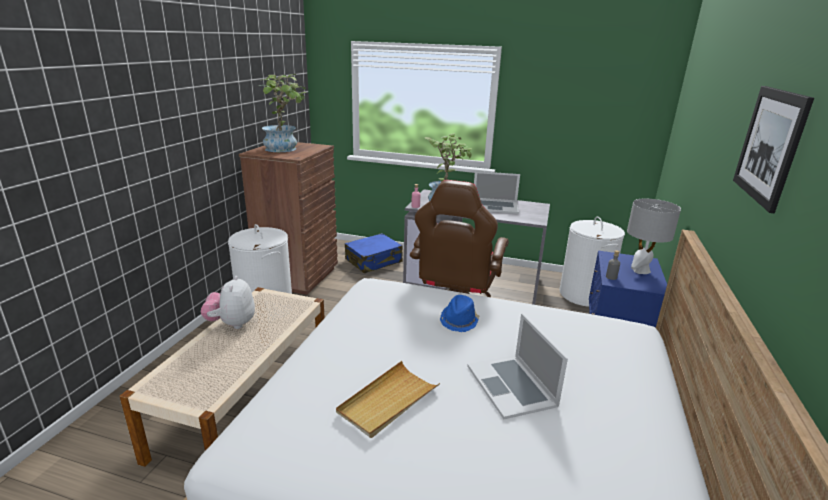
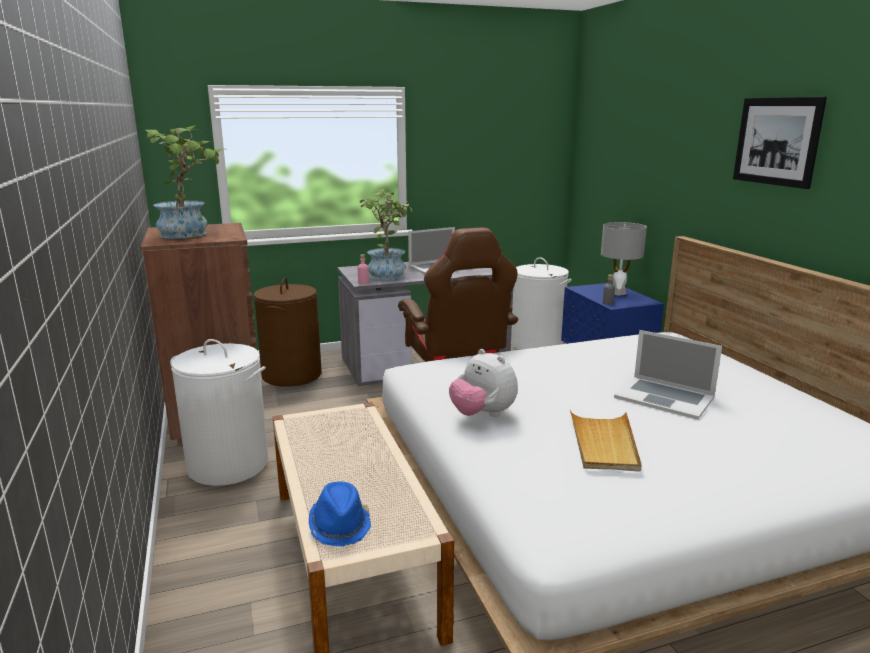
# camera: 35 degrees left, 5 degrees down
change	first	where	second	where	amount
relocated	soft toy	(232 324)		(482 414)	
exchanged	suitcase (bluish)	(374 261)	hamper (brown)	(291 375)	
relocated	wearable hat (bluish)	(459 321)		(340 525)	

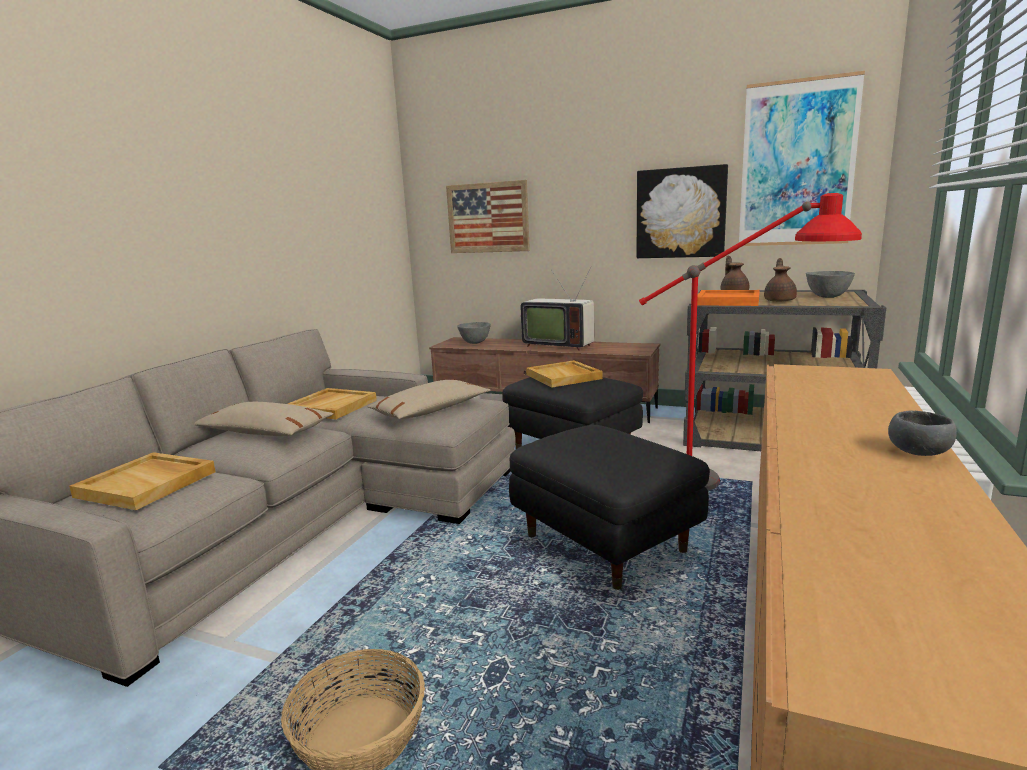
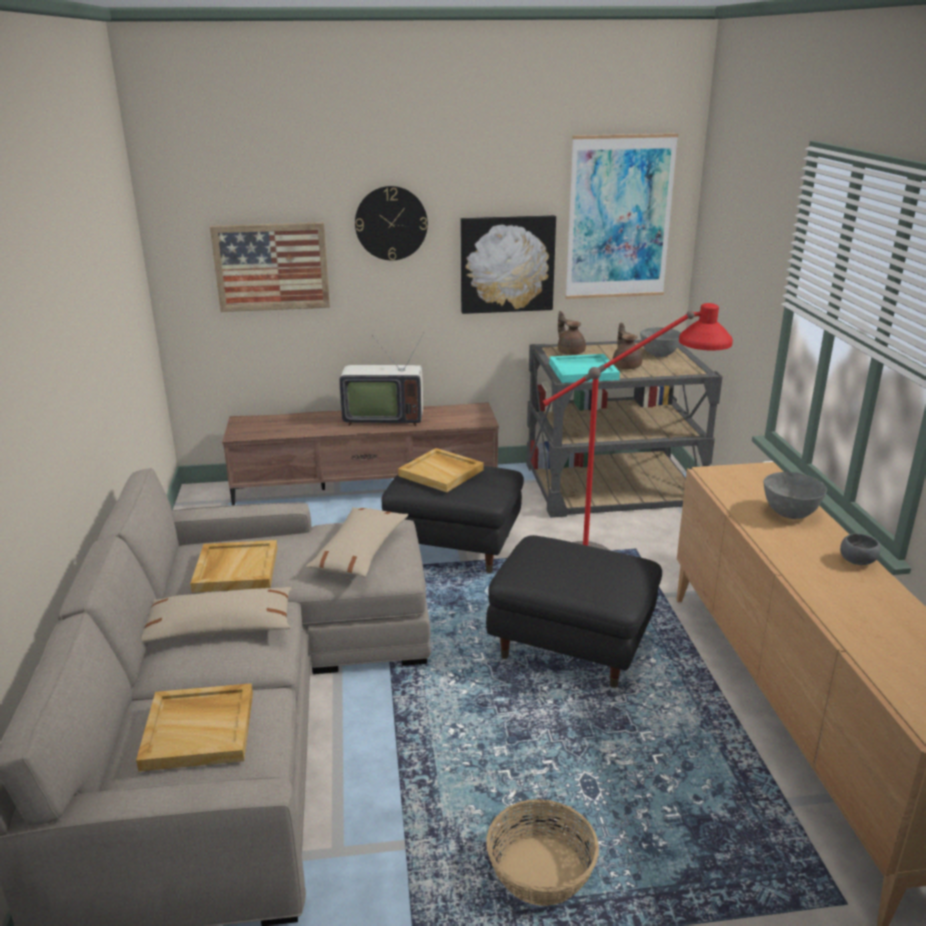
# camera: 30 degrees left, 10 degrees up
change	first	where	second	where	amount
relocated	bowl (gray)	(475 342)		(790 514)	
colour	serving tray (orange-coloured)	(728 301)	serving tray (turquoise-coloured)	(583 371)	
appeared			hanging clock	(391 223)	

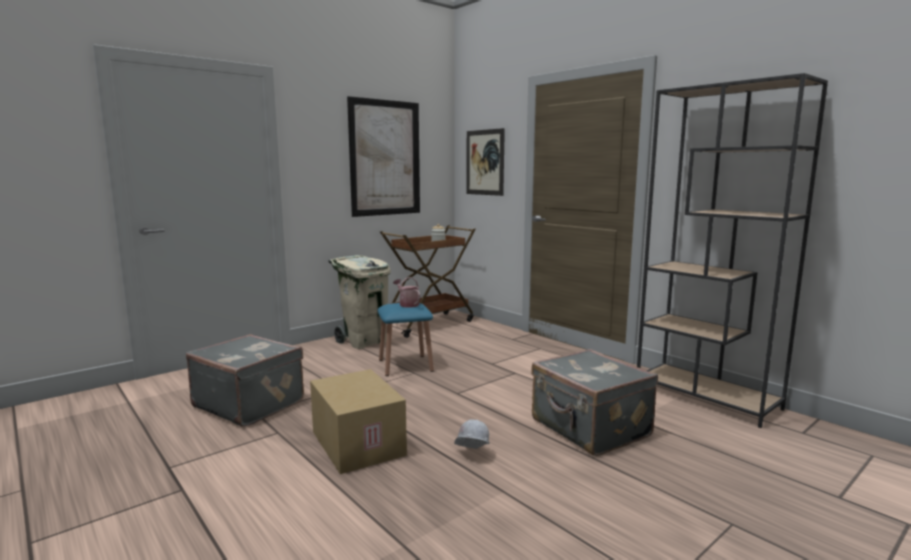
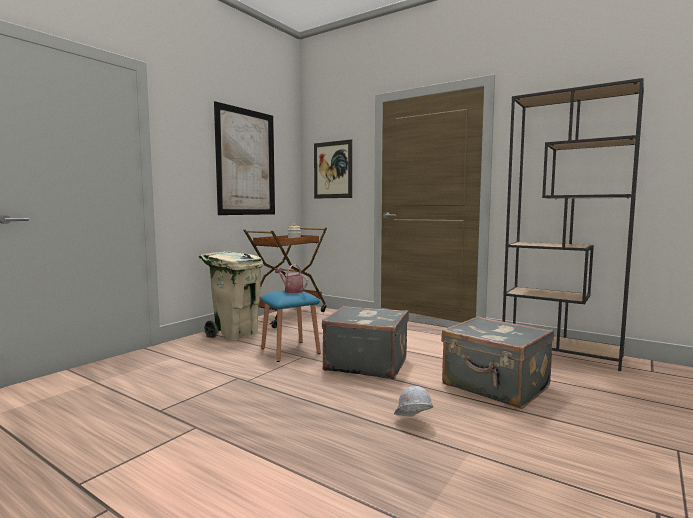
# camera: 15 degrees left, 5 degrees down
change	first	where	second	where	amount
relocated	suitcase (gray)	(250 404)		(366 364)	
missing	packing box	(356 443)			

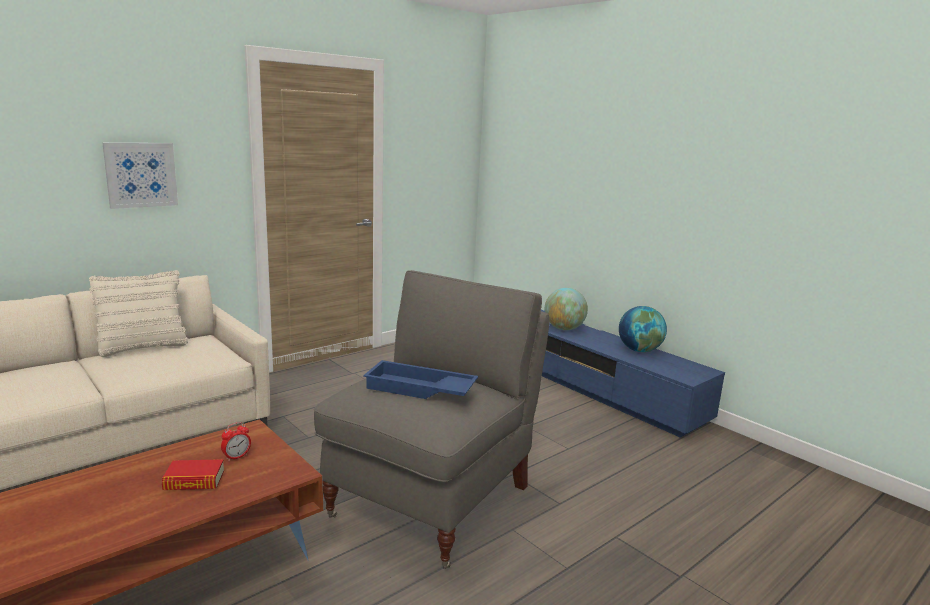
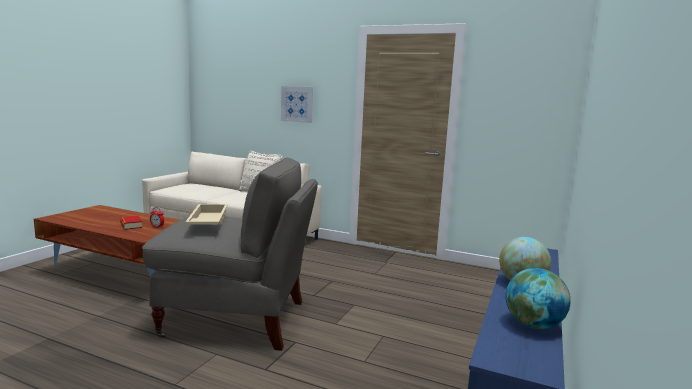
# camera: 65 degrees right, 5 degrees down
change	first	where	second	where	amount
colour	serving tray (bluish)	(419 389)	serving tray (beige)	(207 221)	

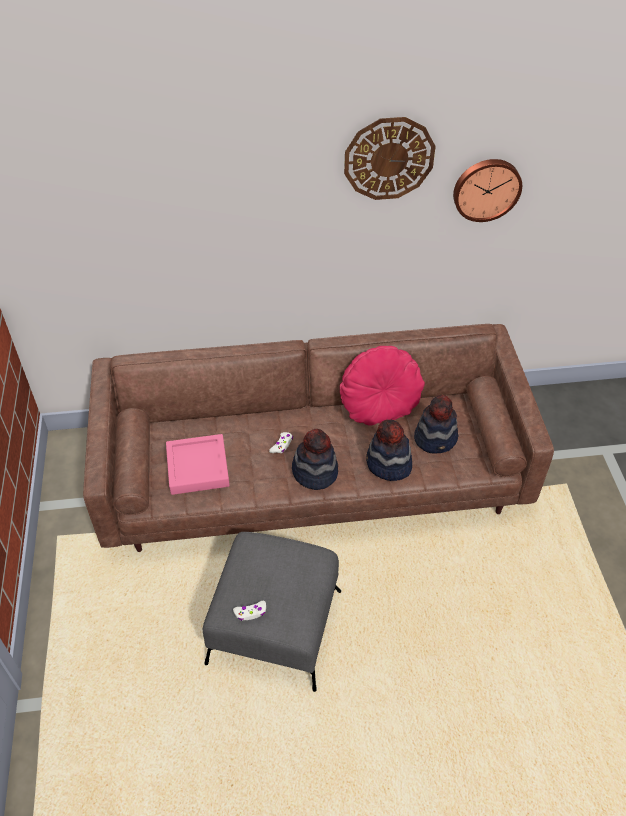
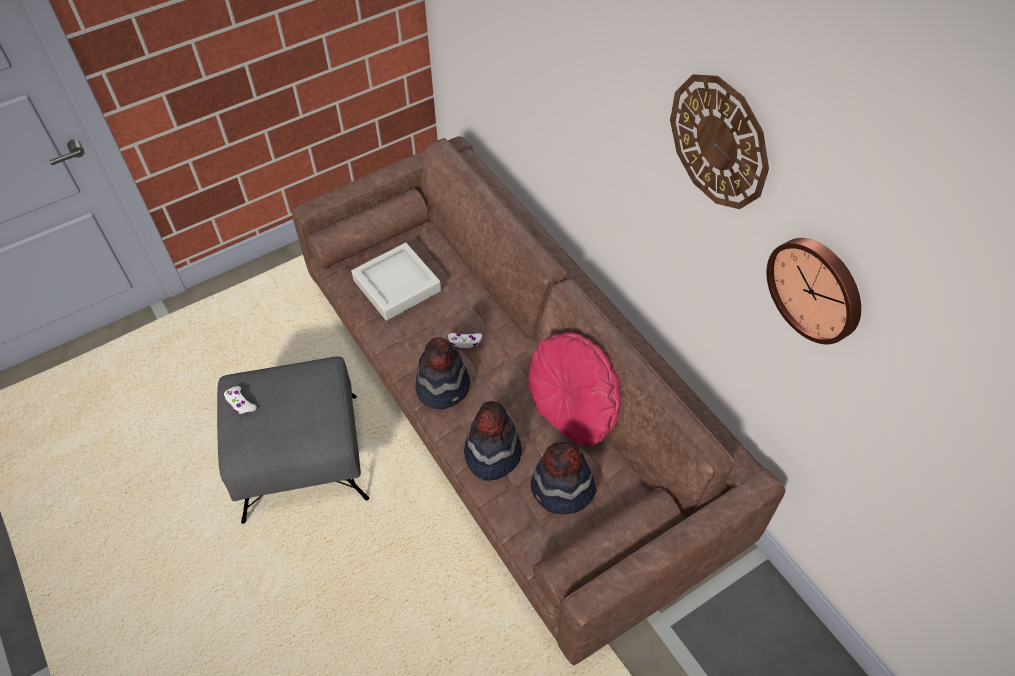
# camera: 65 degrees right, 5 degrees up
change	first	where	second	where	amount
colour	serving tray (pink)	(198 468)	serving tray (gray)	(397 285)	

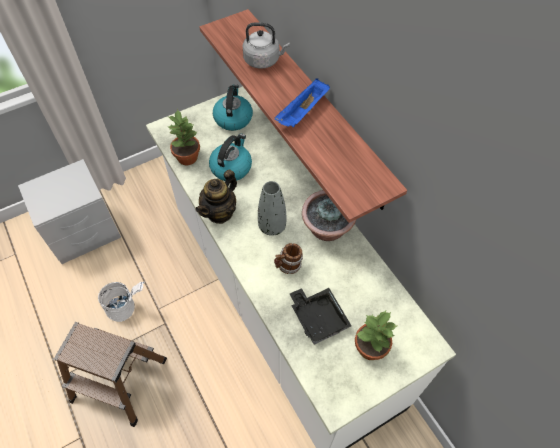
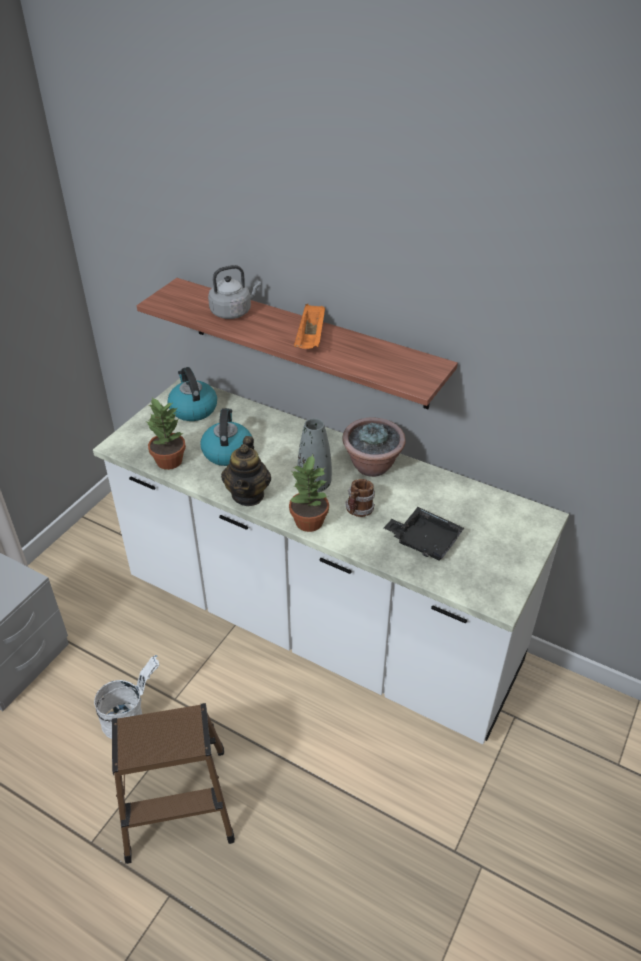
# camera: 30 degrees left, 15 degrees down
change	first	where	second	where	amount
colour	serving tray (bluish)	(302 113)	serving tray (orange-coloured)	(311 339)	
relocated	plant in a pot	(369 348)		(308 522)	

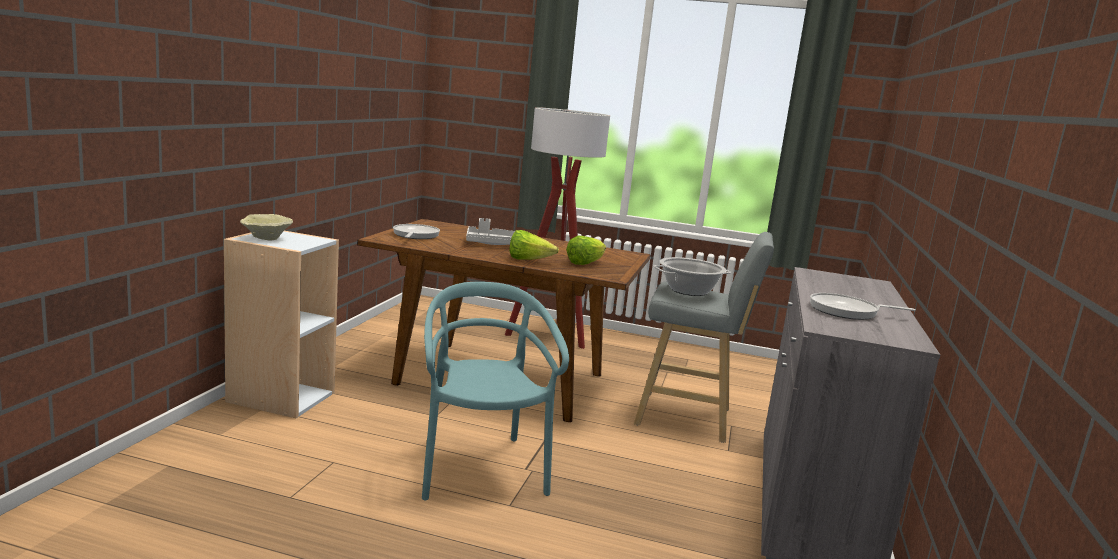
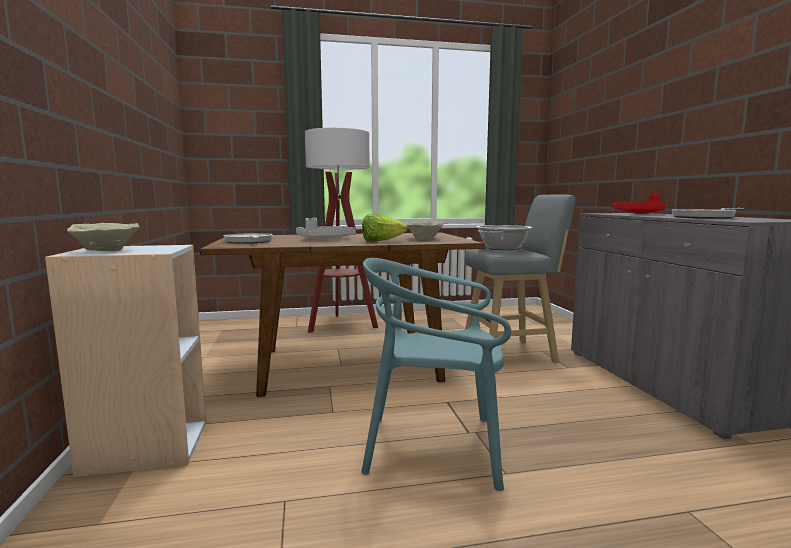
# camera: 25 degrees left, 5 degrees down
change	first	where	second	where	amount
spun	upright chair (turquoise-coloured)	(479 468)		(433 447)	45 degrees counterclockwise
exchanged	lettuce head	(585 263)	bowl (beige)	(422 239)	
appeared			serving tray (red)	(640 214)	

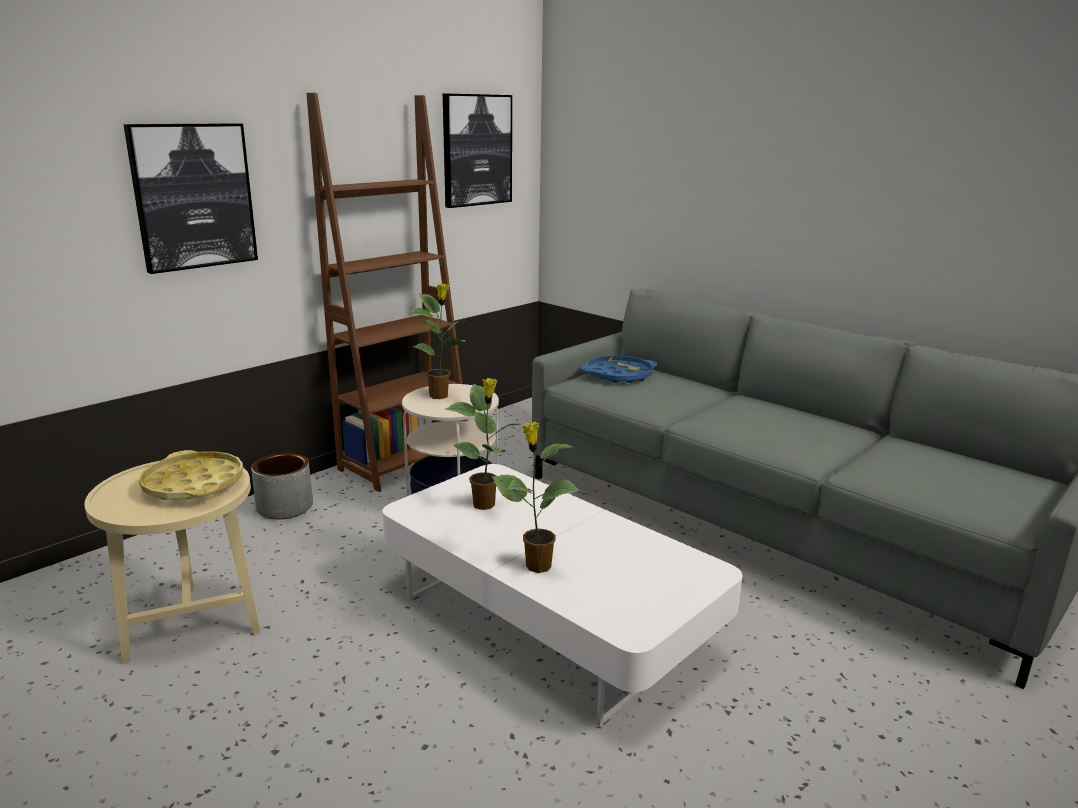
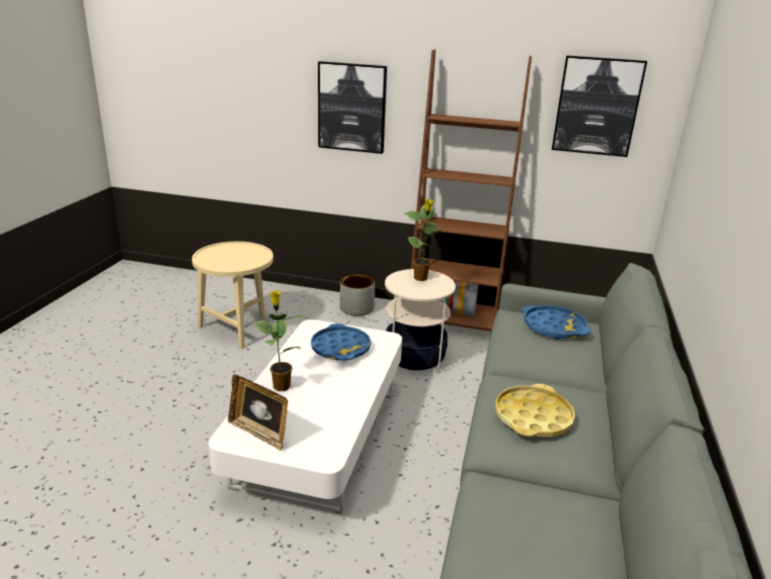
# camera: 60 degrees right, 5 degrees up
change	first	where	second	where	amount
relocated	serving tray (yellowish)	(193 484)		(533 417)	
exchanged	plant in a pot	(485 505)	serving tray (bluish)	(340 348)	
appeared			picture frame	(259 433)	

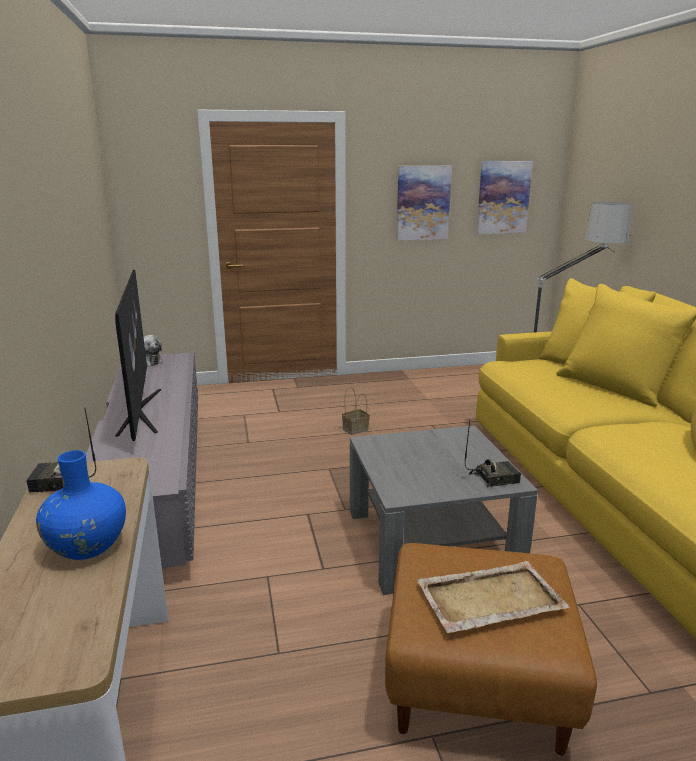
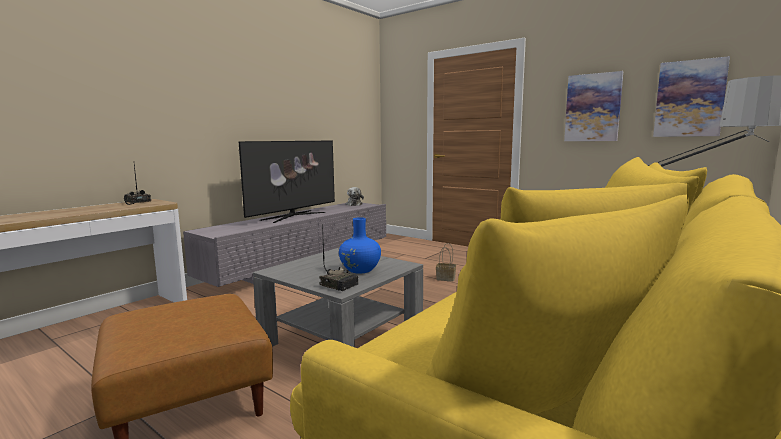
# camera: 50 degrees right, 10 degrees down
change	first	where	second	where	amount
relocated	vase (bluish)	(87 546)		(360 270)	
missing	serving tray (beige)	(488 599)			

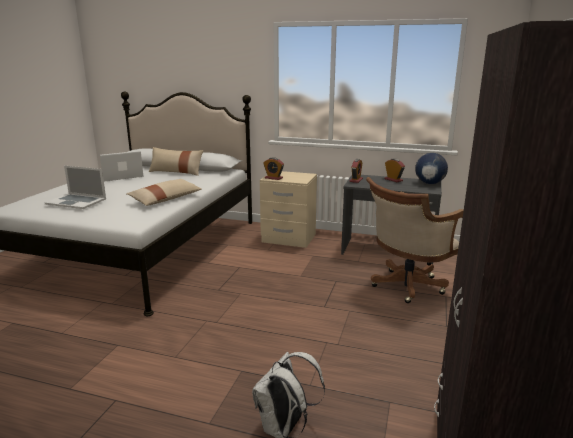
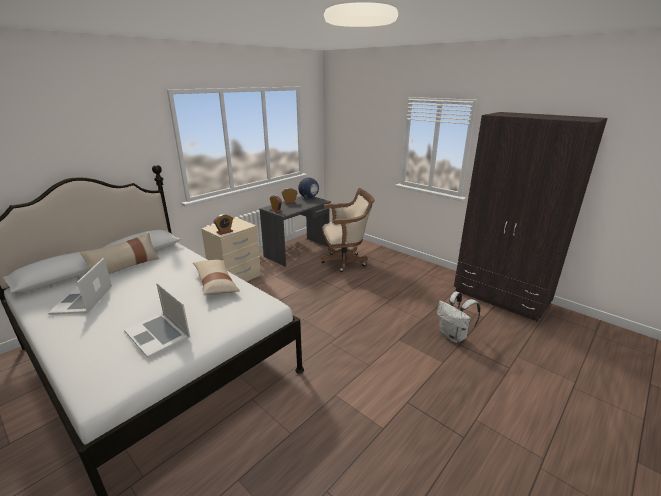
# camera: 65 degrees left, 5 degrees up
change	first	where	second	where	amount
spun	laptop	(76 201)		(157 334)	90 degrees clockwise
spun	desk chair	(405 287)		(346 261)	90 degrees counterclockwise

